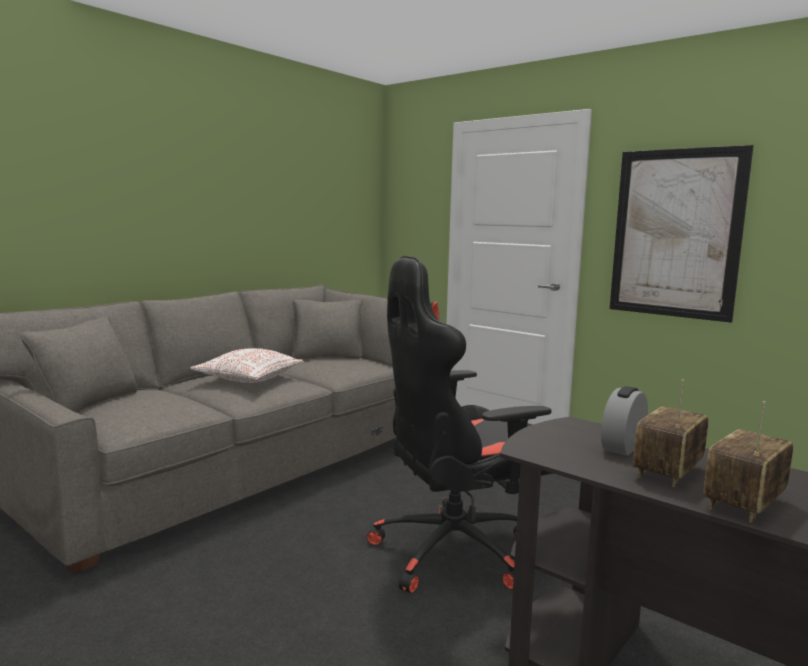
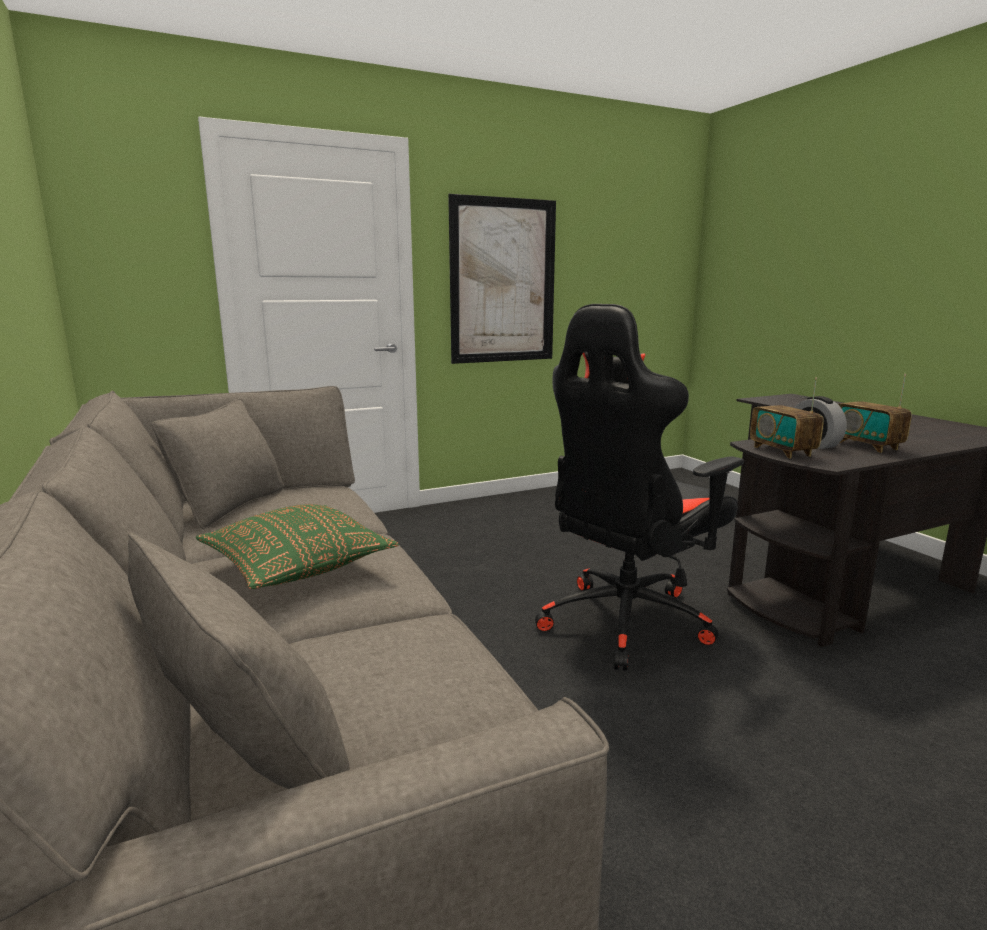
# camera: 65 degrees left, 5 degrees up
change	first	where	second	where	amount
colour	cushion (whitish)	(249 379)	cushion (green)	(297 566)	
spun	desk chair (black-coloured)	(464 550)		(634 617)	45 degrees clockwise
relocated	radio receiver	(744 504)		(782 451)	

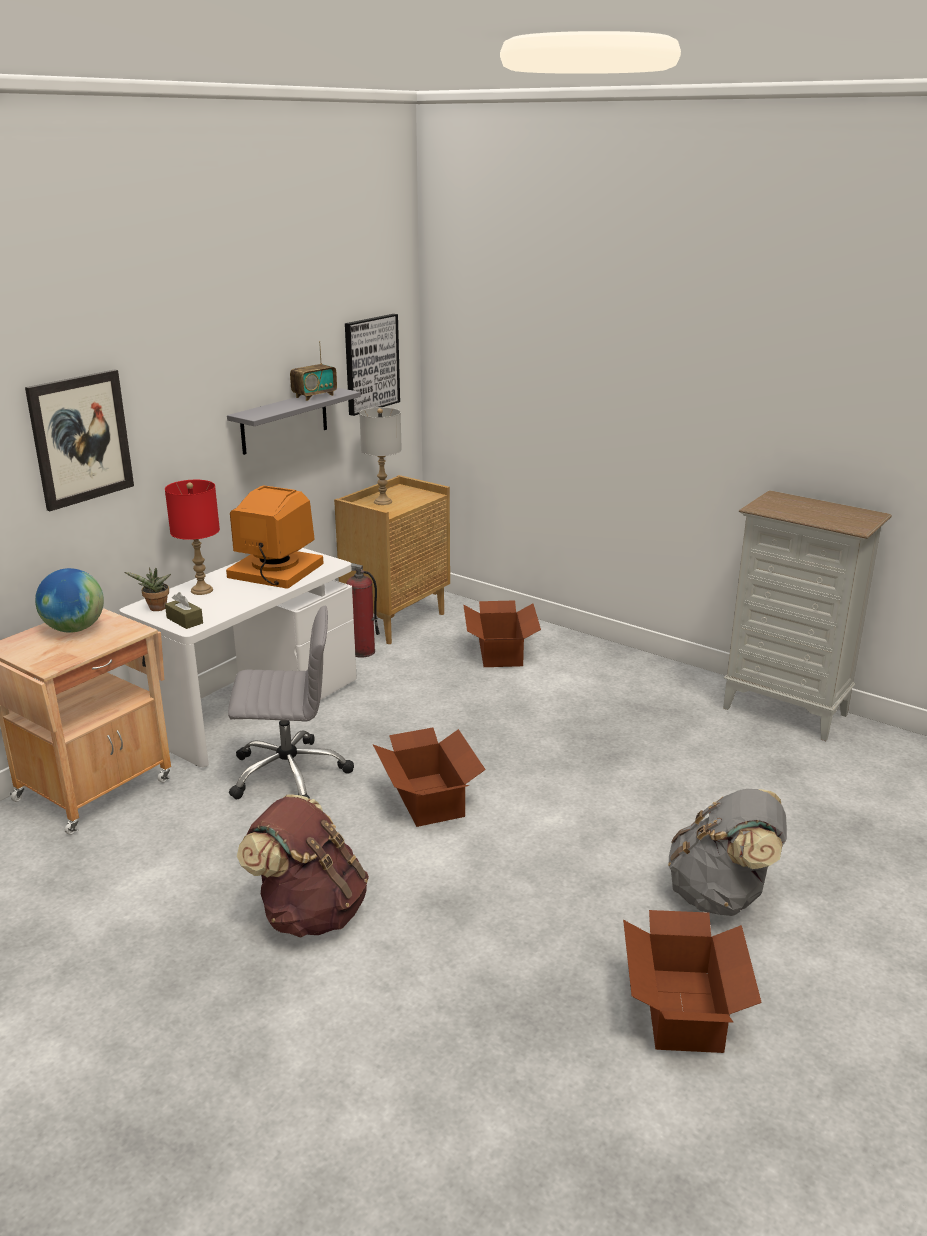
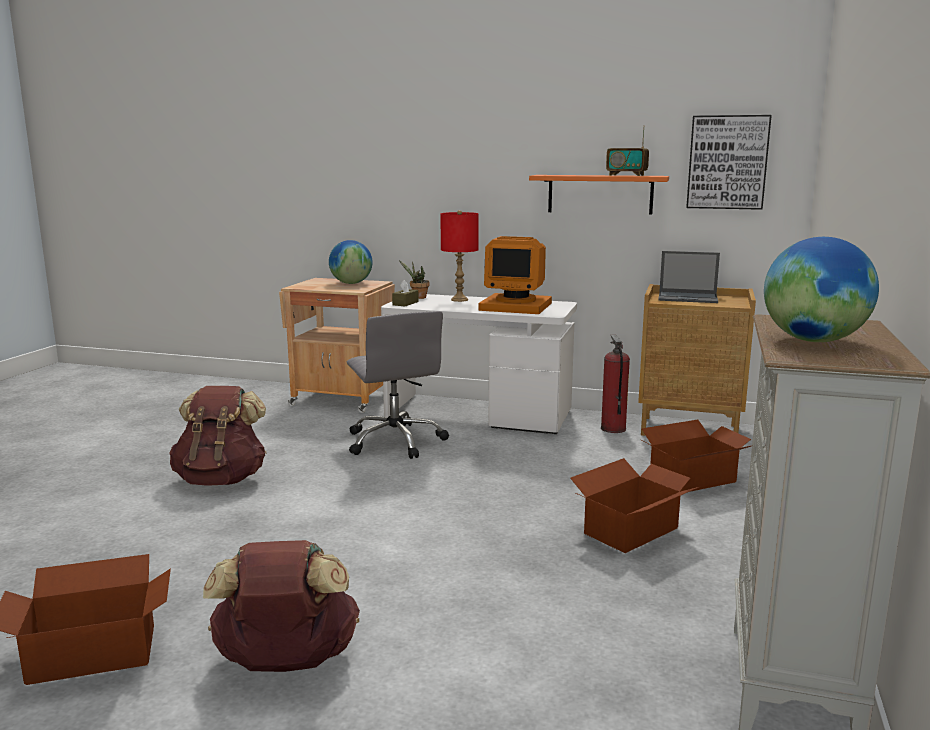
# camera: 70 degrees right, 10 degrees down
change	first	where	second	where	amount
missing	wall picture	(81 439)			
spun	computer screen	(274 571)		(516 306)	105 degrees clockwise
colour	bracket shelf (gray)	(284 421)	bracket shelf (orange-coloured)	(600 194)	
exchanged	table lamp (gray)	(383 502)	laptop	(688 298)	
relocated	packing box	(429 799)		(632 531)	
colour	knapsack (gray)	(721 896)	knapsack (brown)	(286 663)	
appeared			globe	(813 341)	

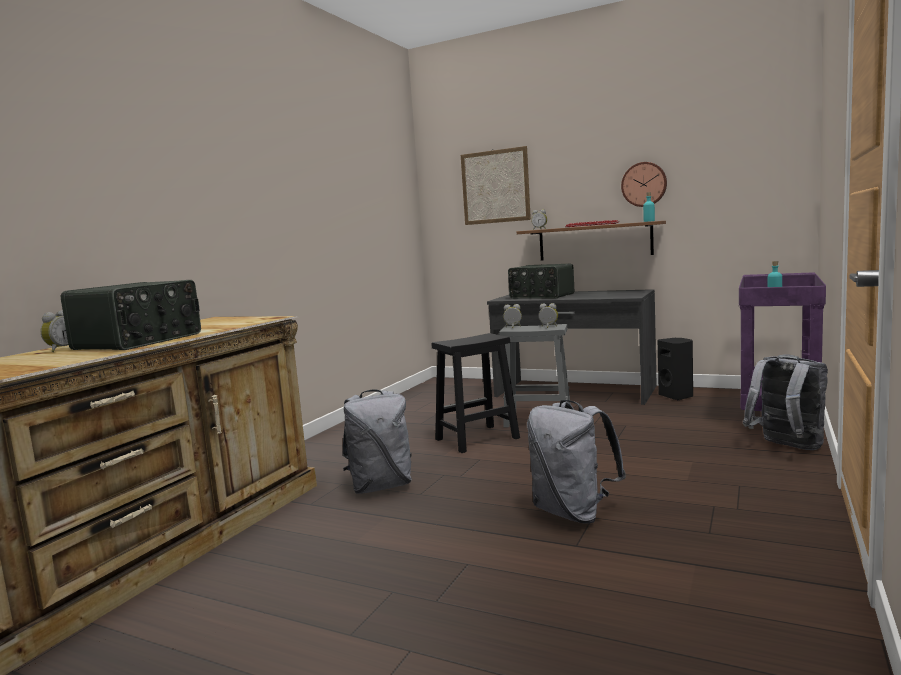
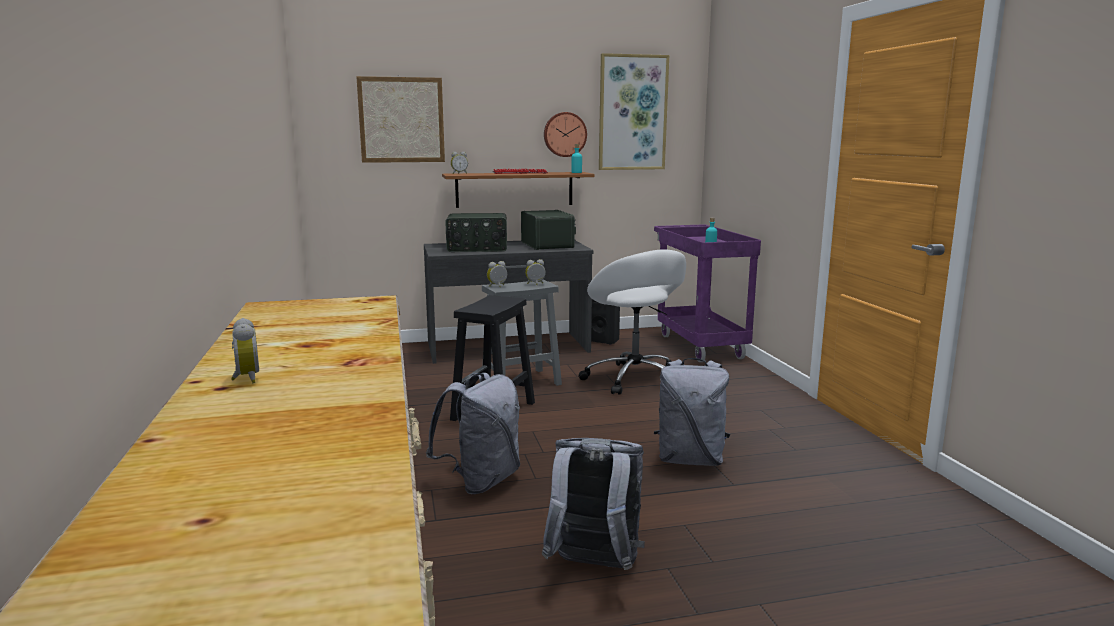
# camera: 40 degrees left, 5 degrees up
change	first	where	second	where	amount
relocated	radio receiver	(140 341)		(548 245)	
relocated	knapsack (gray)	(787 447)		(594 567)	
appeared			desk chair (whitish)	(634 379)	
appeared			wall picture	(632 113)	

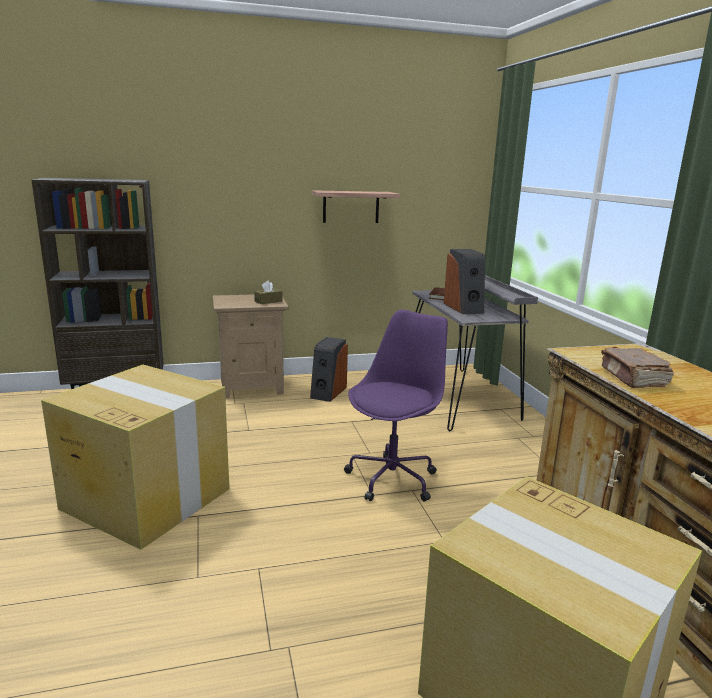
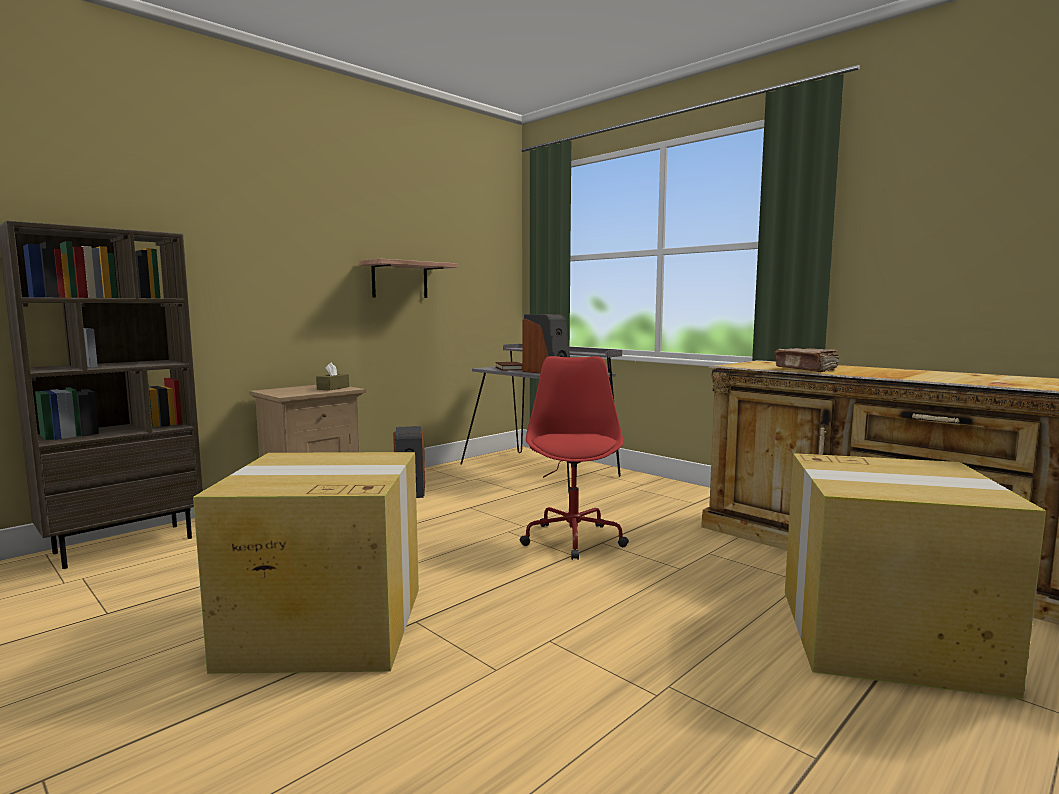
# camera: 30 degrees left, 10 degrees down
change	first	where	second	where	amount
colour	desk chair (purple-coloured)	(393 478)	desk chair (red)	(573 539)	

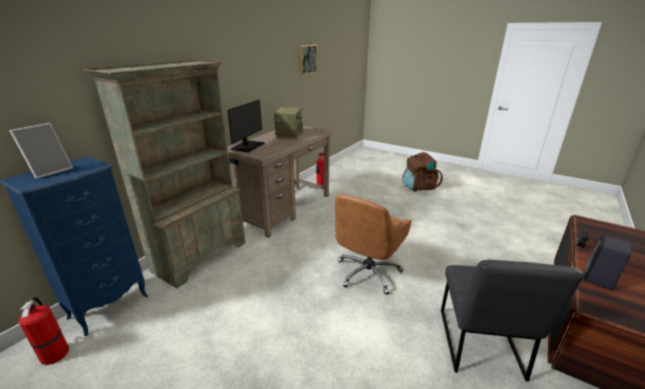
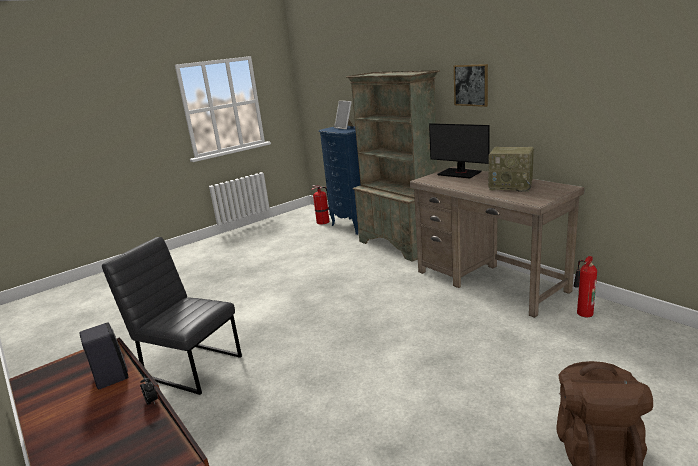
# camera: 110 degrees right, 5 degrees down
change	first	where	second	where	amount
relocated	wall picture	(308 59)		(471 85)	
missing	desk chair (brown)	(367 272)			

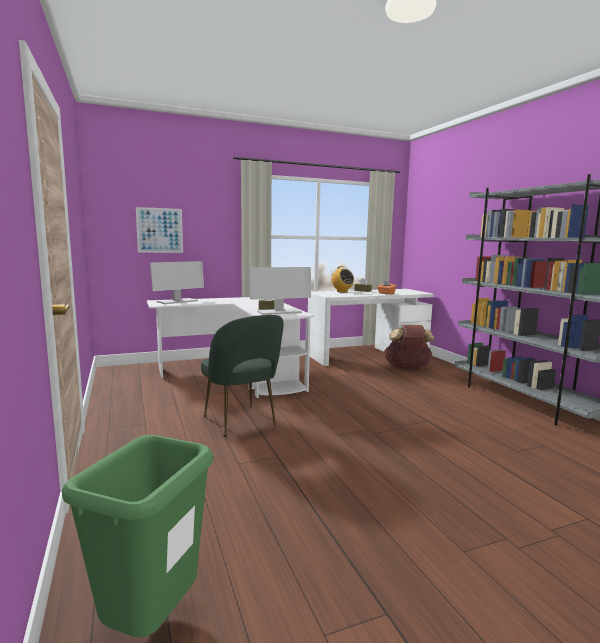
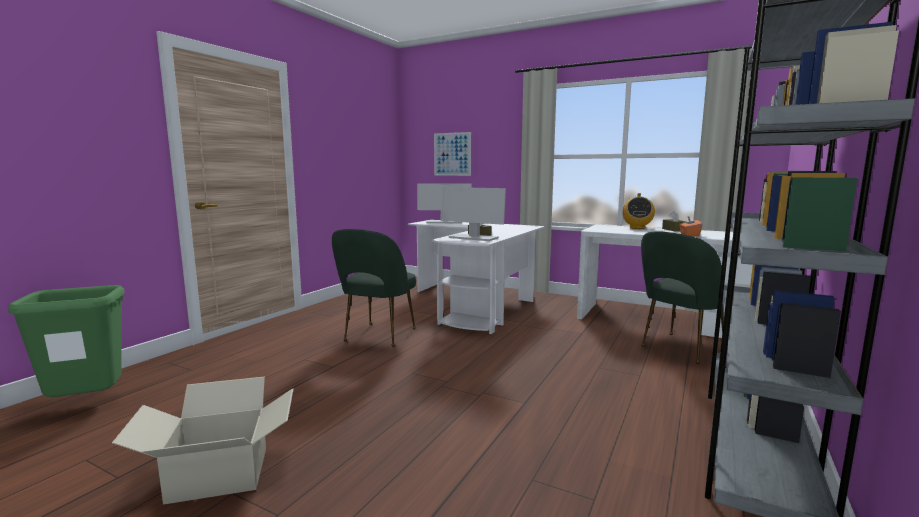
# camera: 50 degrees right, 0 degrees up
change	first	where	second	where	amount
exchanged	knapsack (brown)	(407 368)	upright chair (green)	(679 349)	
appeared			packing box	(219 473)	

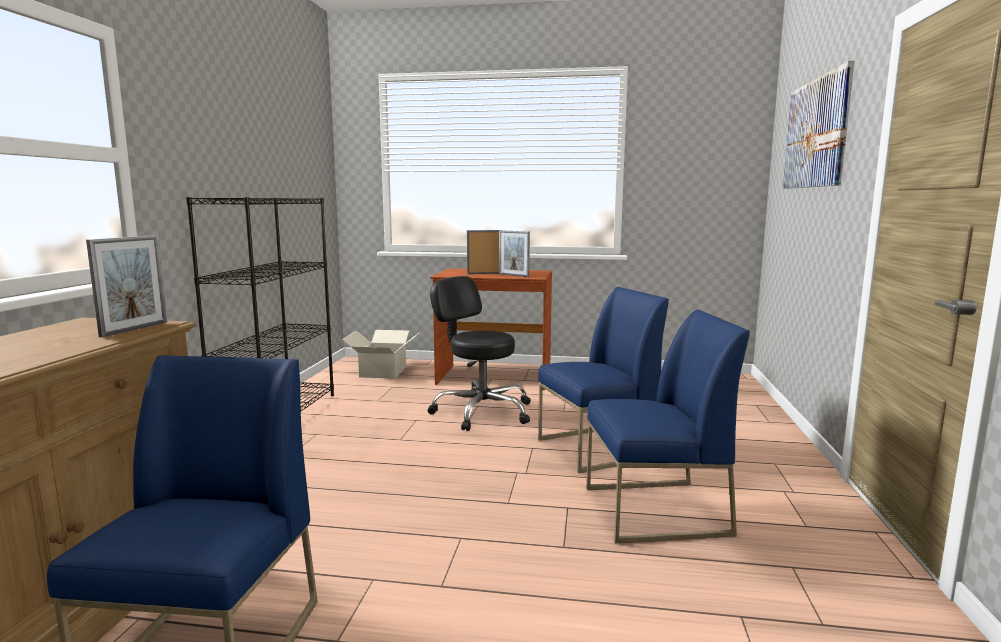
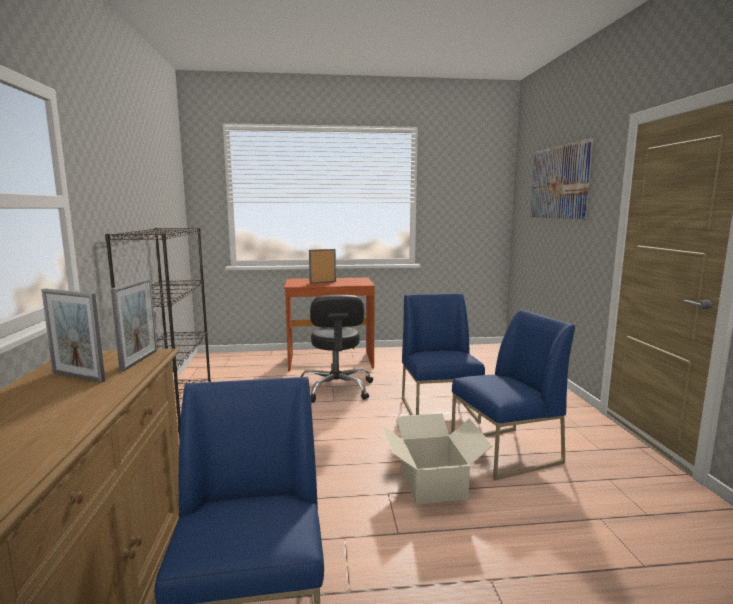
# camera: 15 degrees left, 0 degrees up
change	first	where	second	where	amount
relocated	packing box	(383 372)		(433 484)	
spun	desk chair (black-coloured)	(479 411)		(336 390)	120 degrees counterclockwise
relocated	picture frame	(513 275)		(78 376)	
spun	upright chair (bluish)	(597 448)		(439 410)	60 degrees counterclockwise

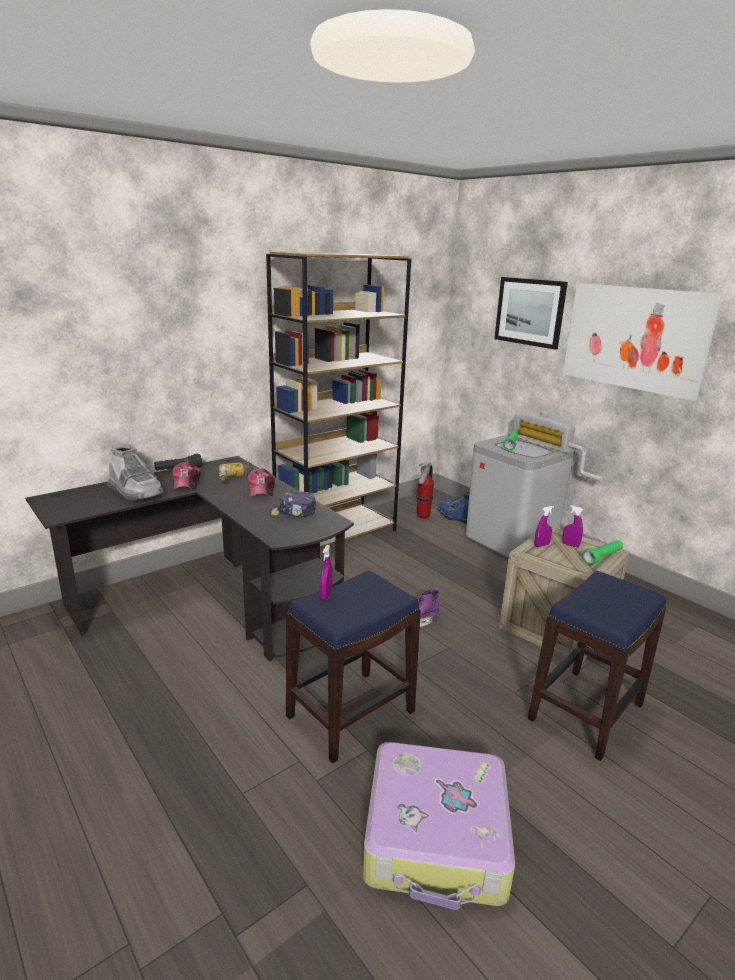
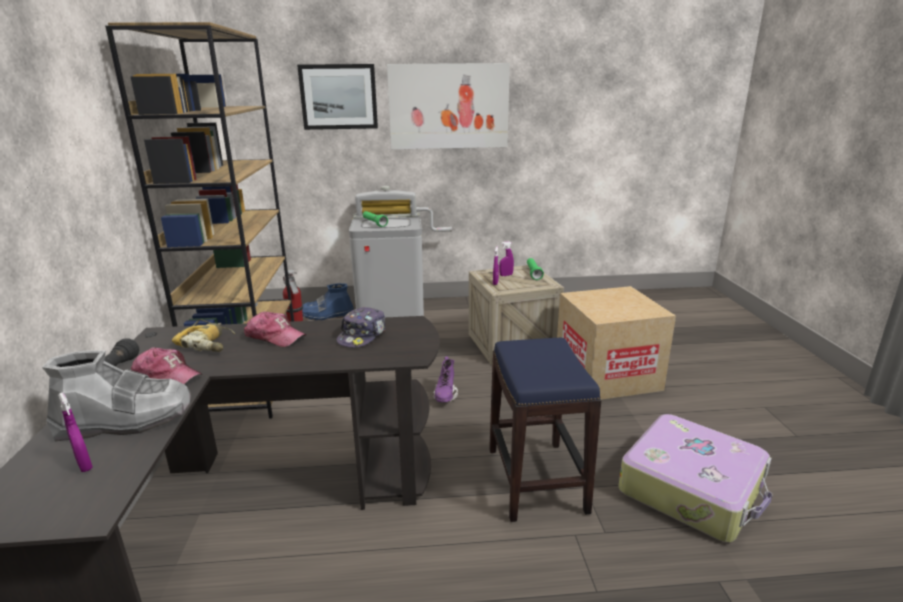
# camera: 55 degrees left, 0 degrees up
change	first	where	second	where	amount
relocated	spray bottle (purple-coloured)	(326 596)		(84 465)	
exchanged	stool seat	(586 713)	packing box	(607 375)	

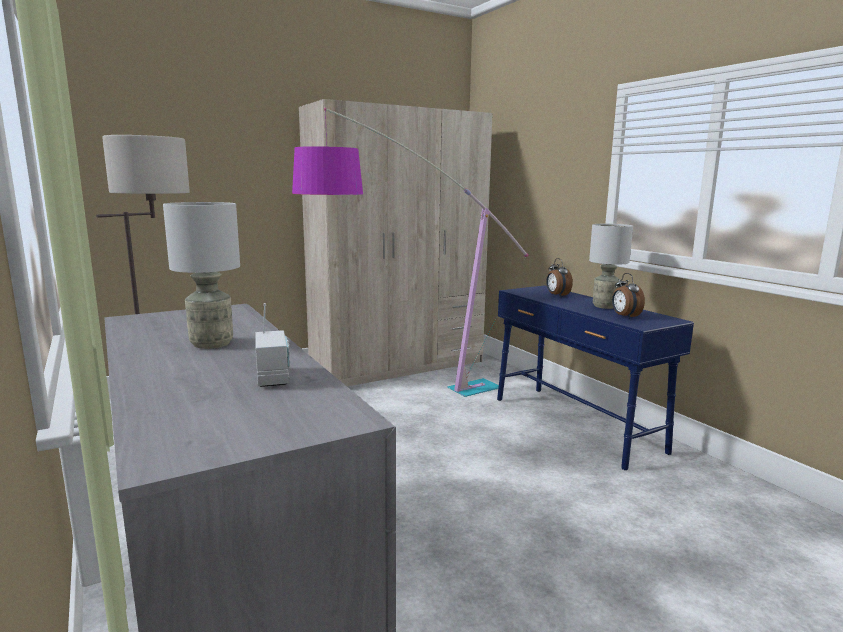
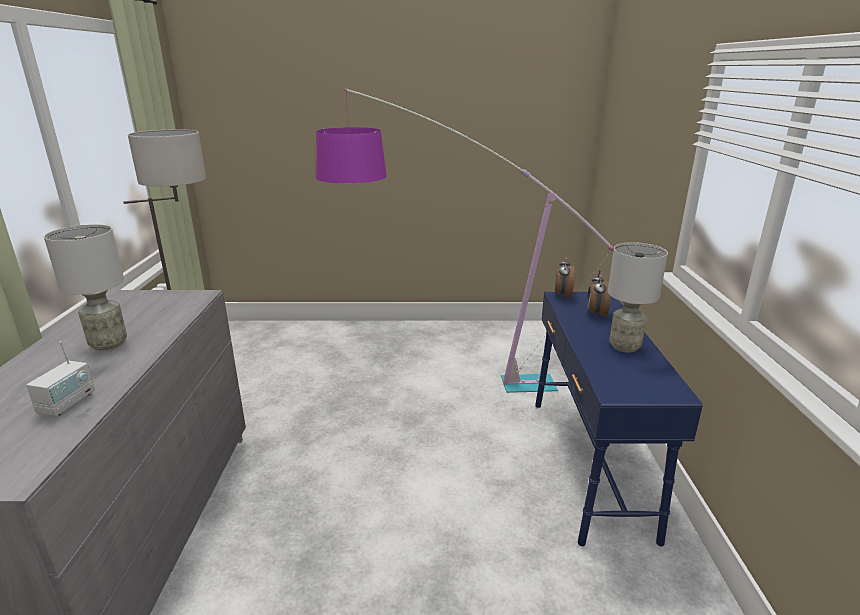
# camera: 30 degrees right, 10 degrees up
change	first	where	second	where	amount
missing	wardrobe (beige)	(398 365)			
relocated	alarm clock	(624 316)		(562 295)	

